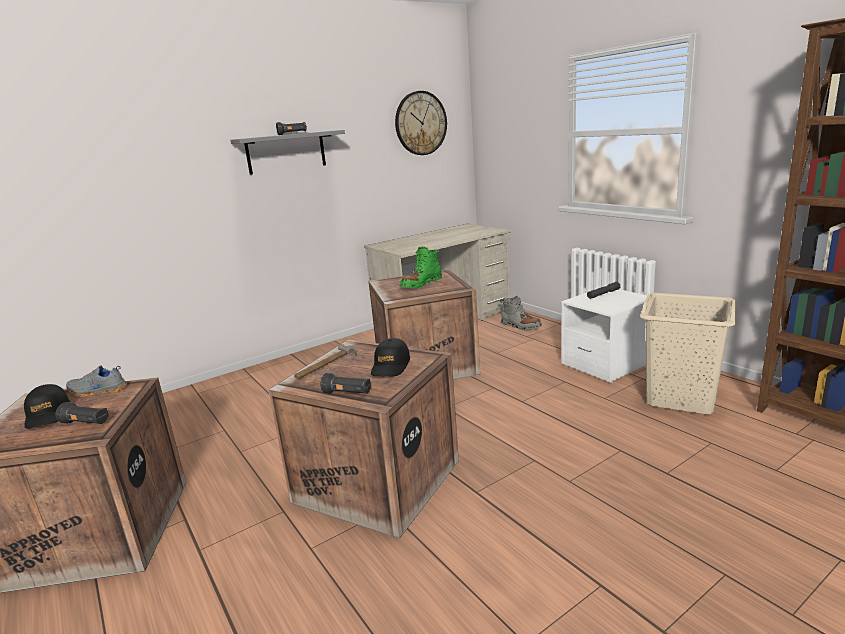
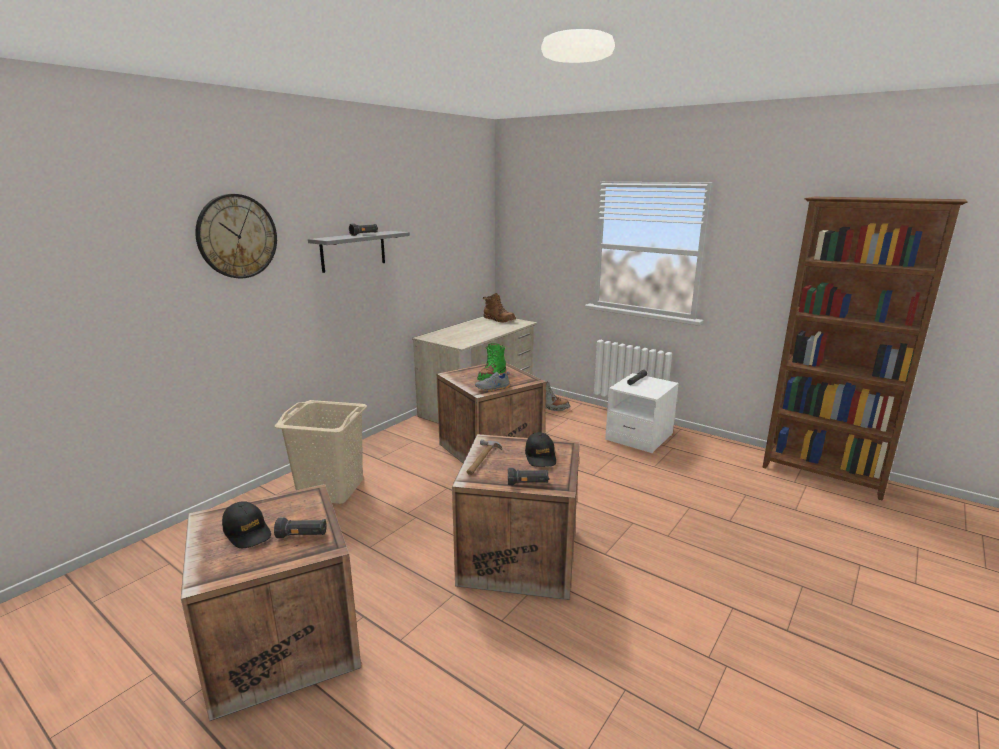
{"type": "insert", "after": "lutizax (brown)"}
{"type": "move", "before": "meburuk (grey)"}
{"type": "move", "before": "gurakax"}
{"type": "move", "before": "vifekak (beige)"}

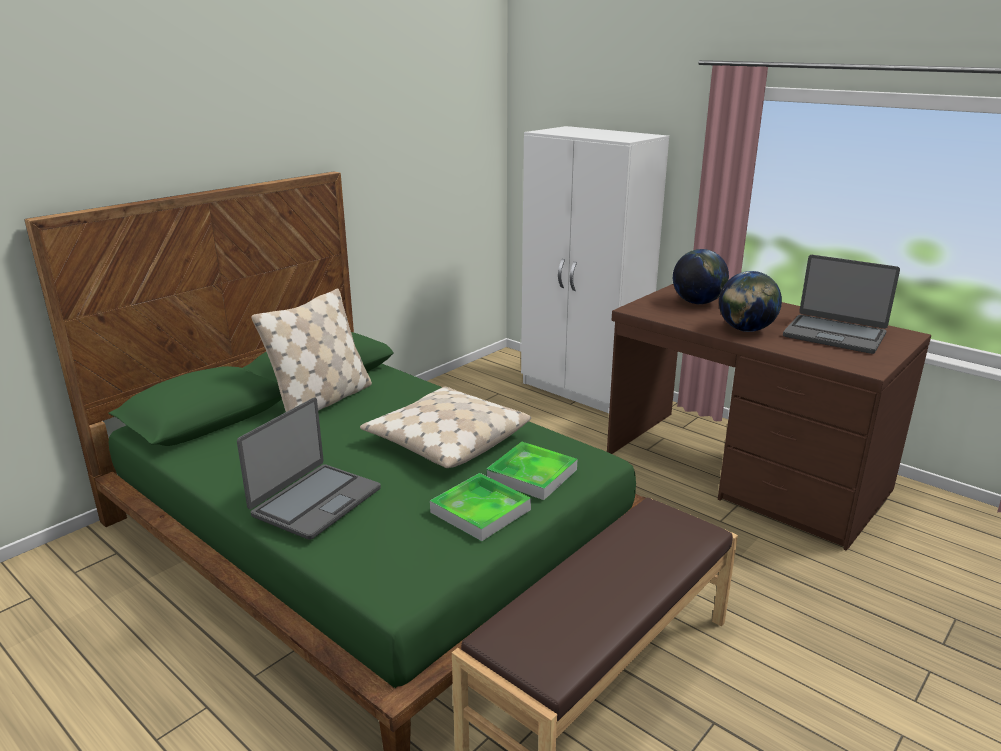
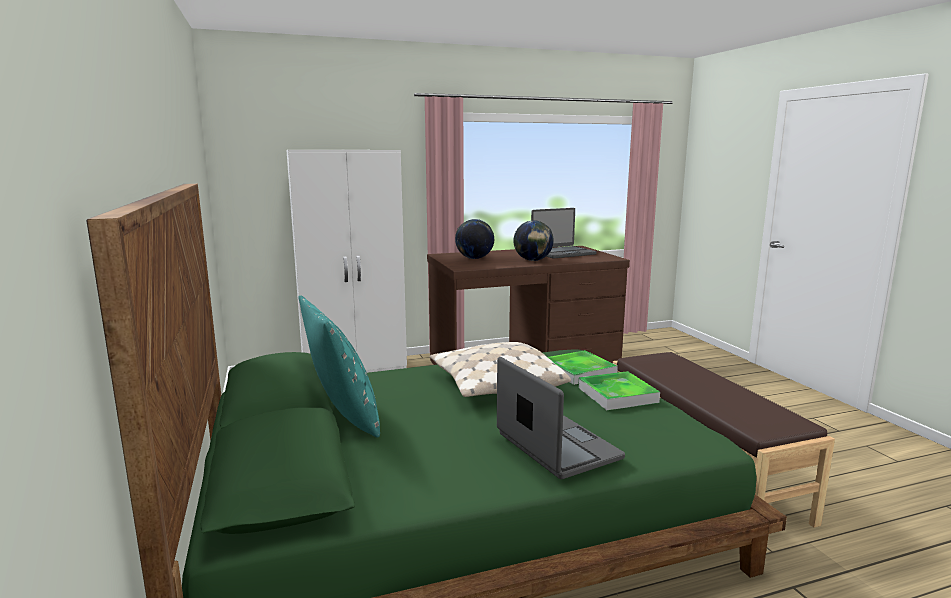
{"type": "recolor", "before": "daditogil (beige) (1st from left)", "after": "daditogil (turquoise)"}

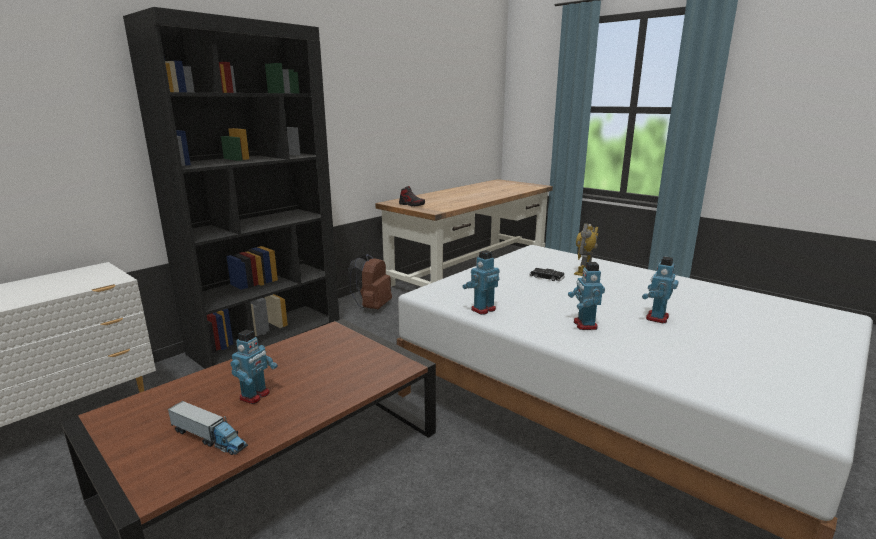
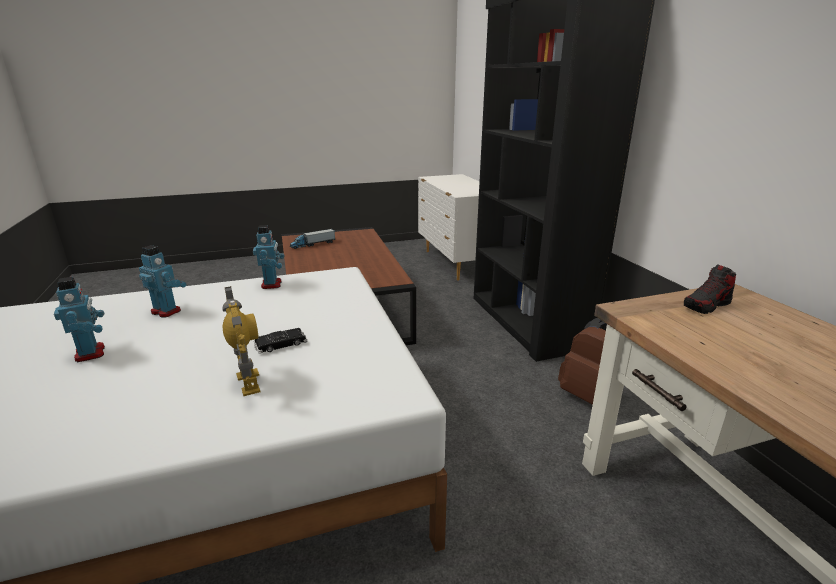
{"type": "delete", "before": "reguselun (1st from left)"}

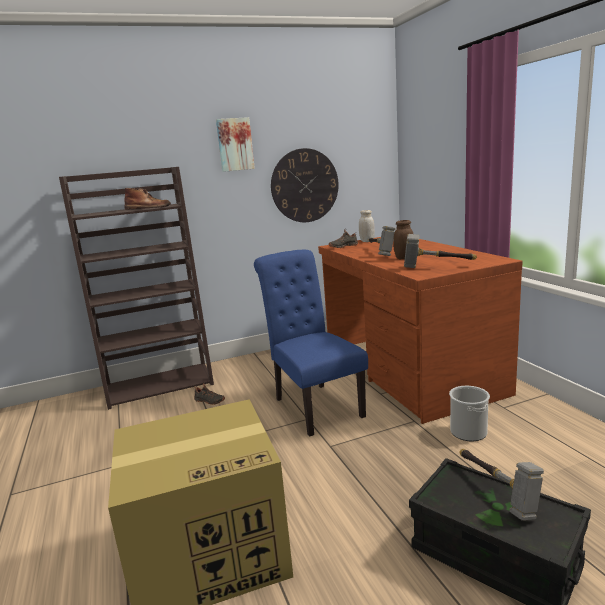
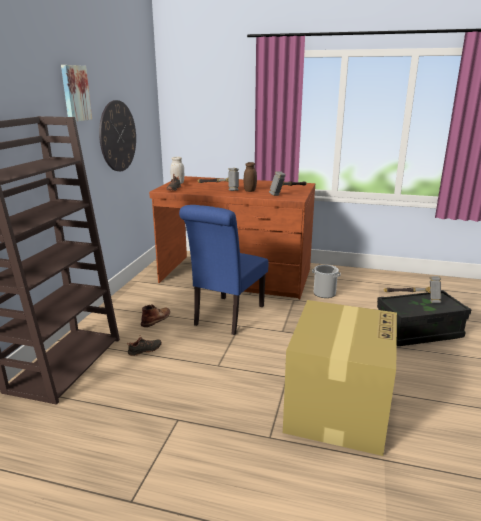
{"type": "move", "before": "lutizax (brown)"}
{"type": "rotate", "before": "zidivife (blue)", "turn": -75}

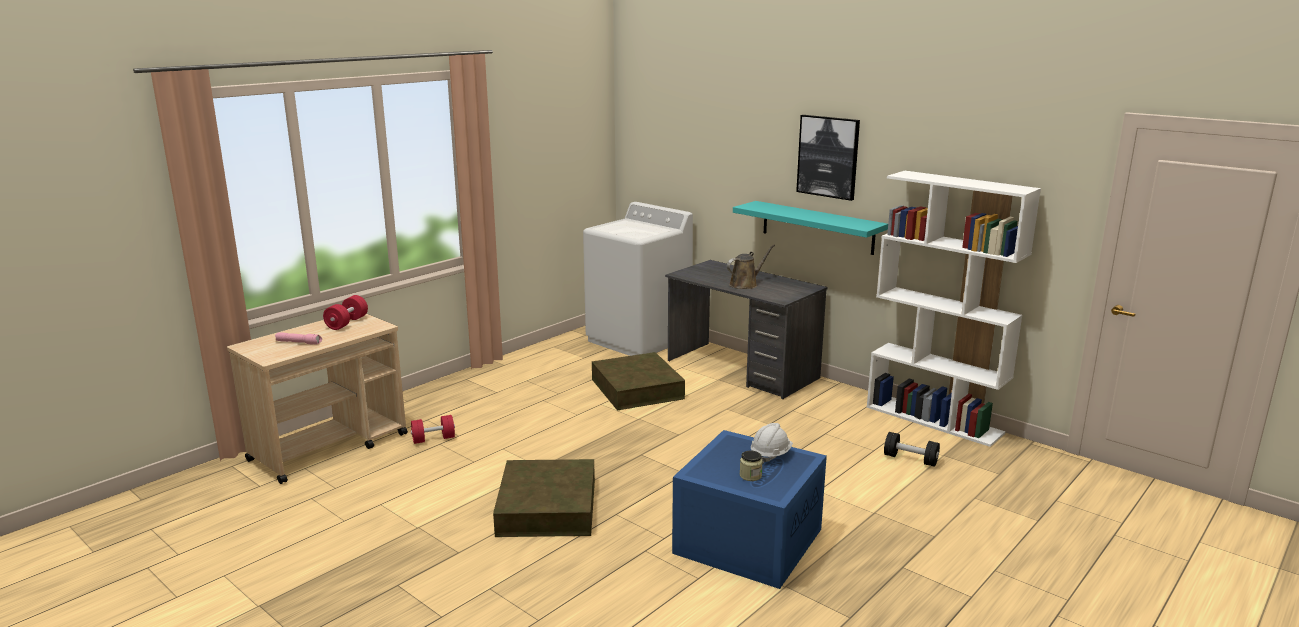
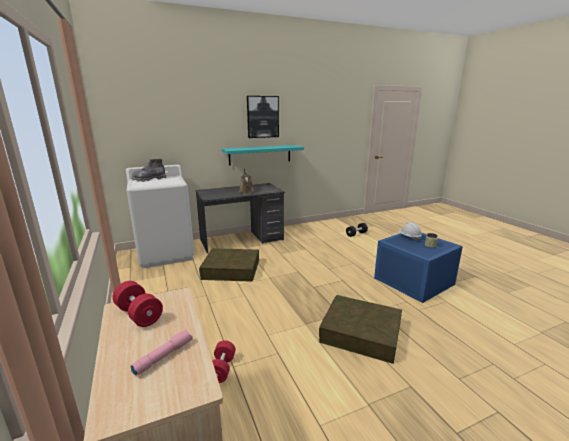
{"type": "delete", "before": "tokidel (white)"}
{"type": "insert", "after": "lutizax (grey)"}

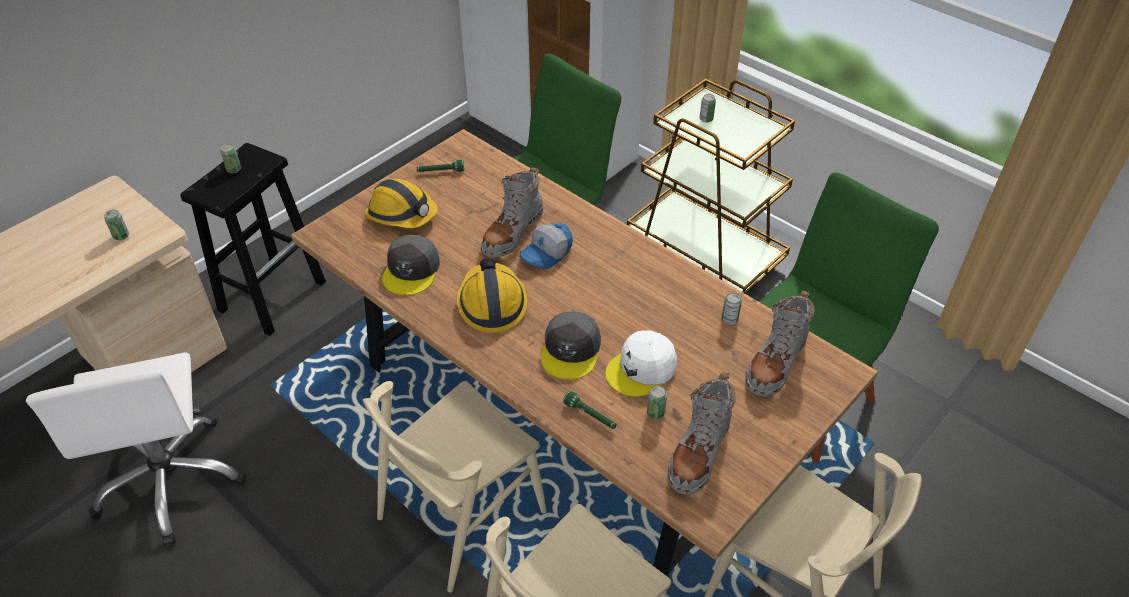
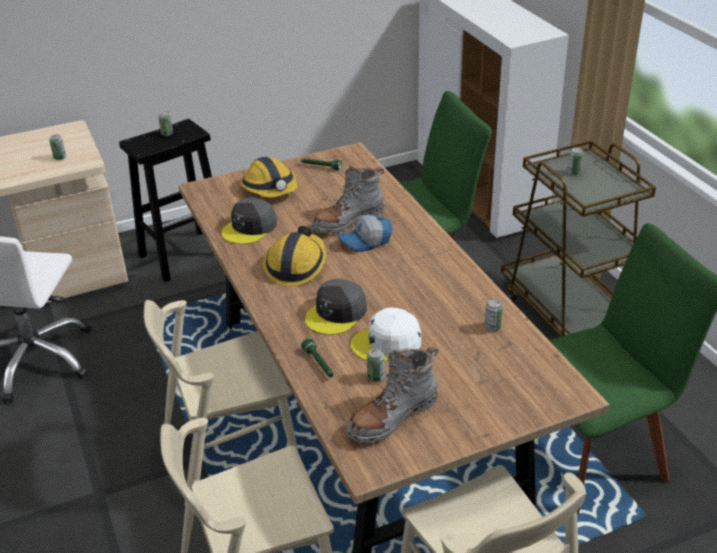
{"type": "delete", "before": "lutizax (grey) (3rd from left)"}

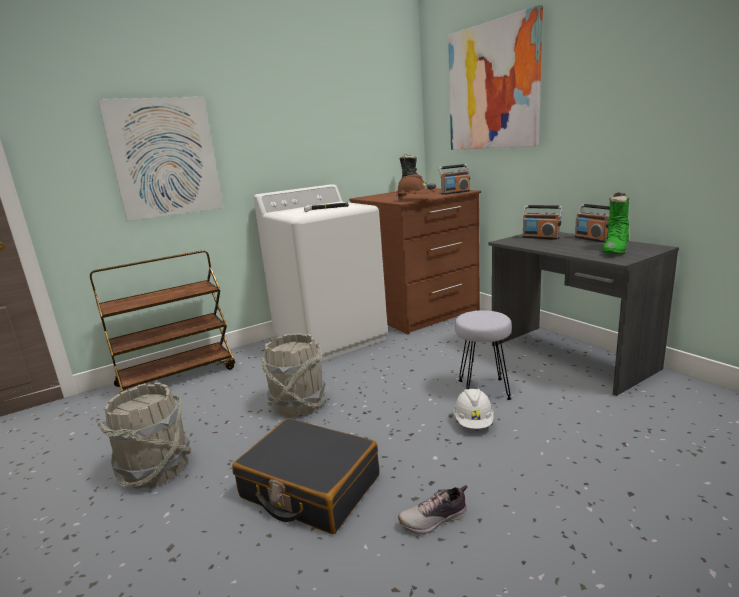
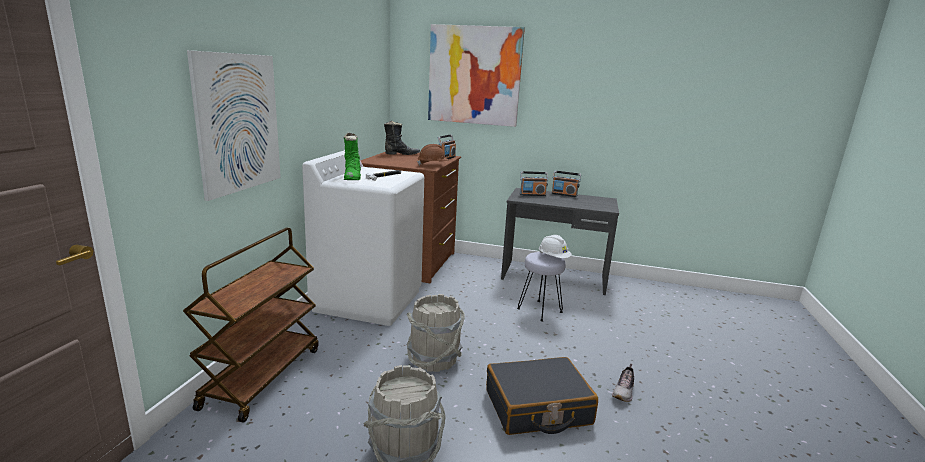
{"type": "move", "before": "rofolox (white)"}
{"type": "move", "before": "lutizax (green)"}

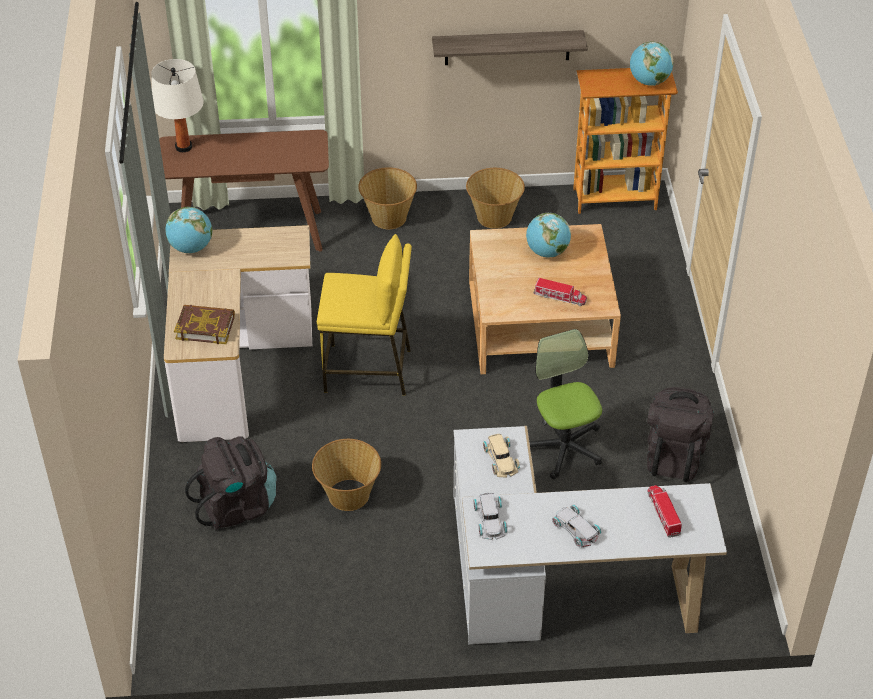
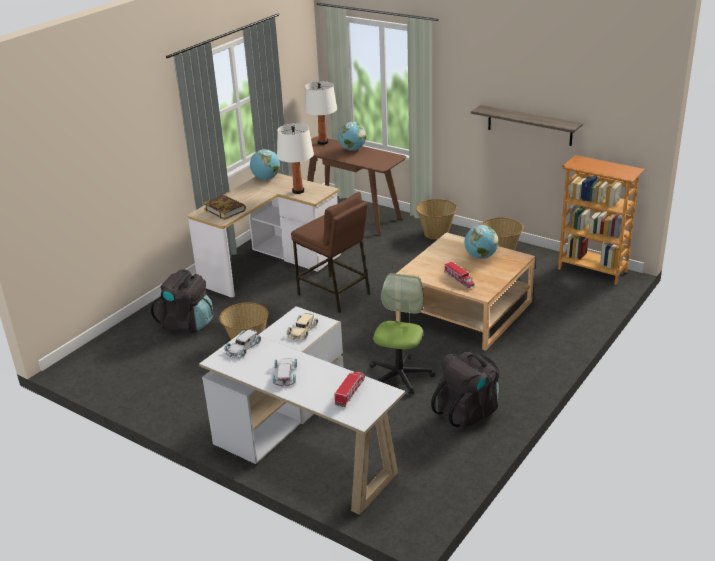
{"type": "insert", "after": "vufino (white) (1st from left)"}
{"type": "move", "before": "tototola (3rd from left in the first image)", "after": "tototola (2nd from left)"}
{"type": "recolor", "before": "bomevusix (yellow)", "after": "bomevusix (brown)"}

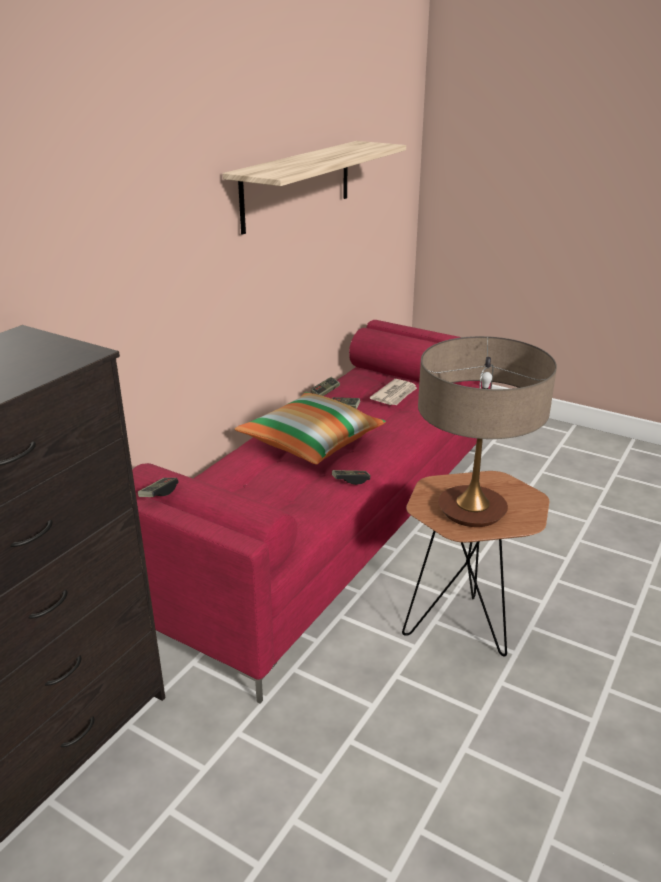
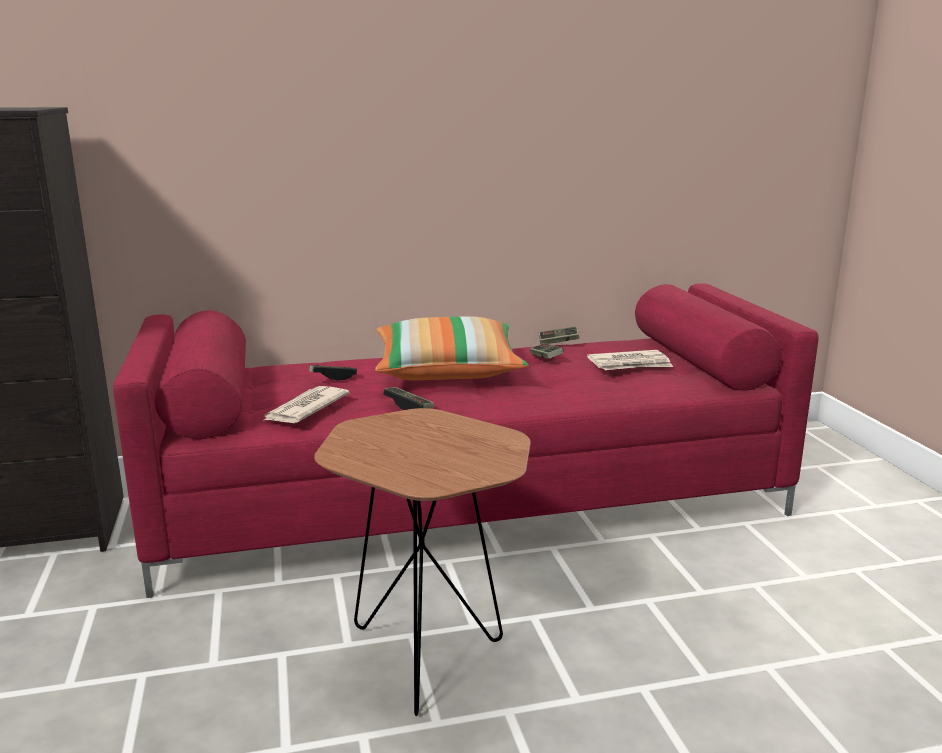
{"type": "delete", "before": "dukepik"}
{"type": "delete", "before": "vufino"}
{"type": "insert", "after": "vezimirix (1st from left)"}
{"type": "move", "before": "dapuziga (1st from left)"}

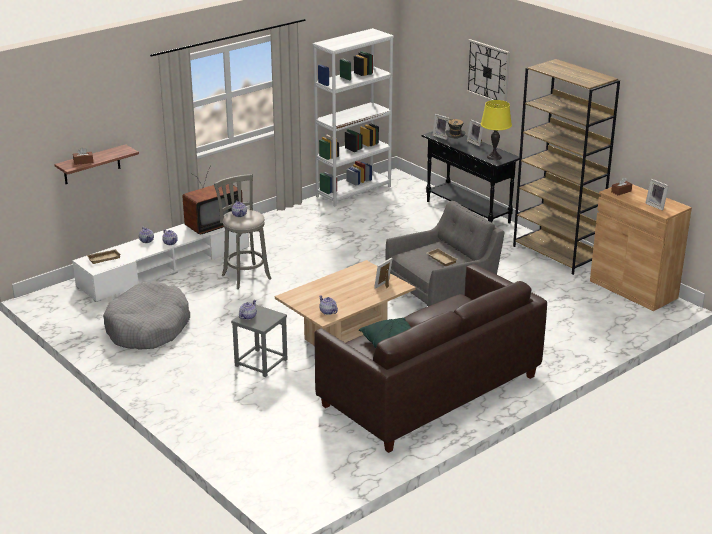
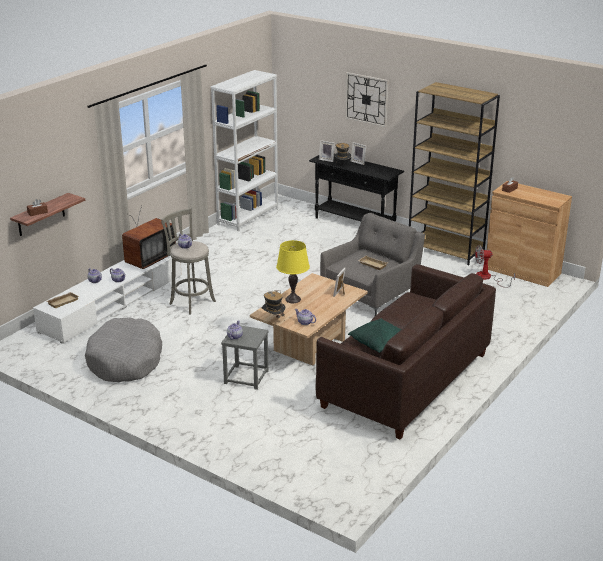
{"type": "delete", "before": "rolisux (4th from left)"}
{"type": "insert", "after": "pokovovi (1st from left)"}
{"type": "insert", "after": "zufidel"}
{"type": "move", "before": "vufino (yellow)"}

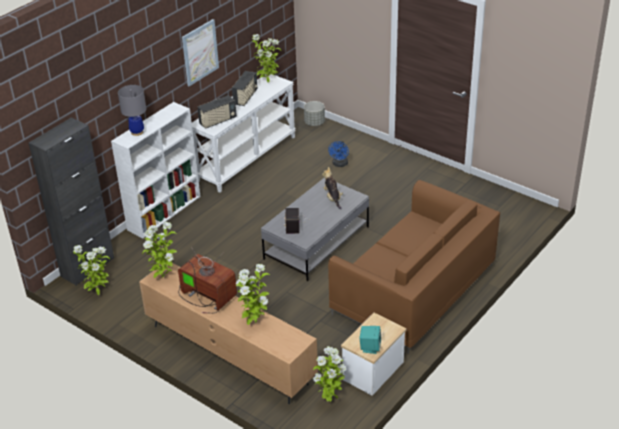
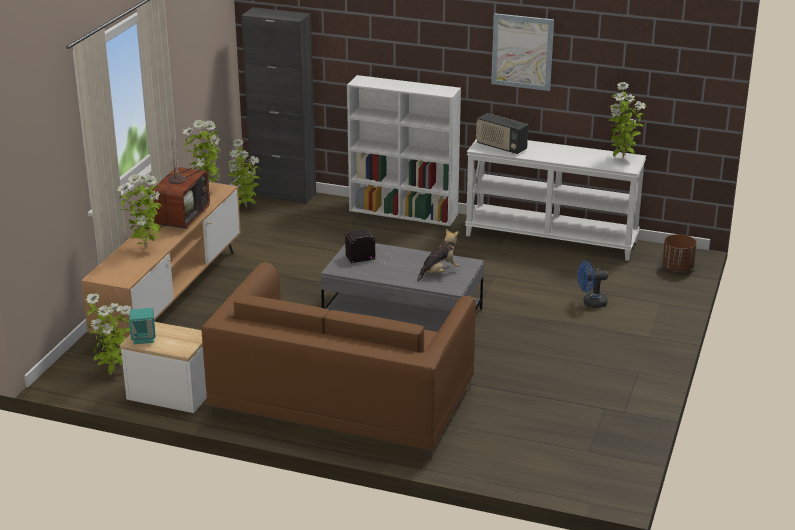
{"type": "delete", "before": "vufino (grey)"}
{"type": "delete", "before": "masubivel (2nd from left)"}
{"type": "recolor", "before": "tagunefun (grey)", "after": "tagunefun (brown)"}

